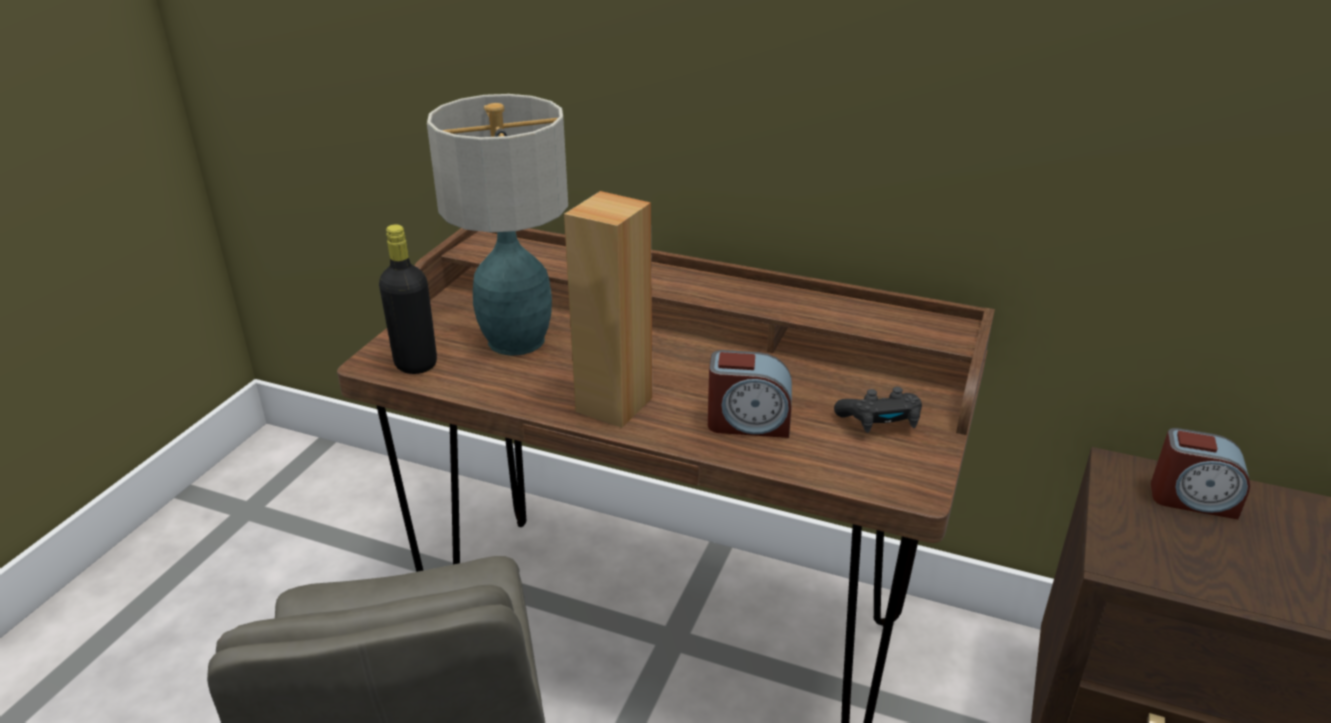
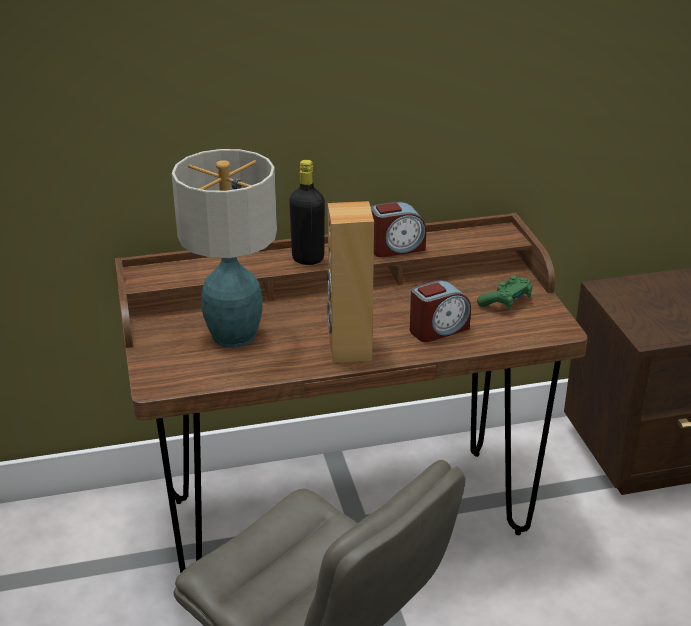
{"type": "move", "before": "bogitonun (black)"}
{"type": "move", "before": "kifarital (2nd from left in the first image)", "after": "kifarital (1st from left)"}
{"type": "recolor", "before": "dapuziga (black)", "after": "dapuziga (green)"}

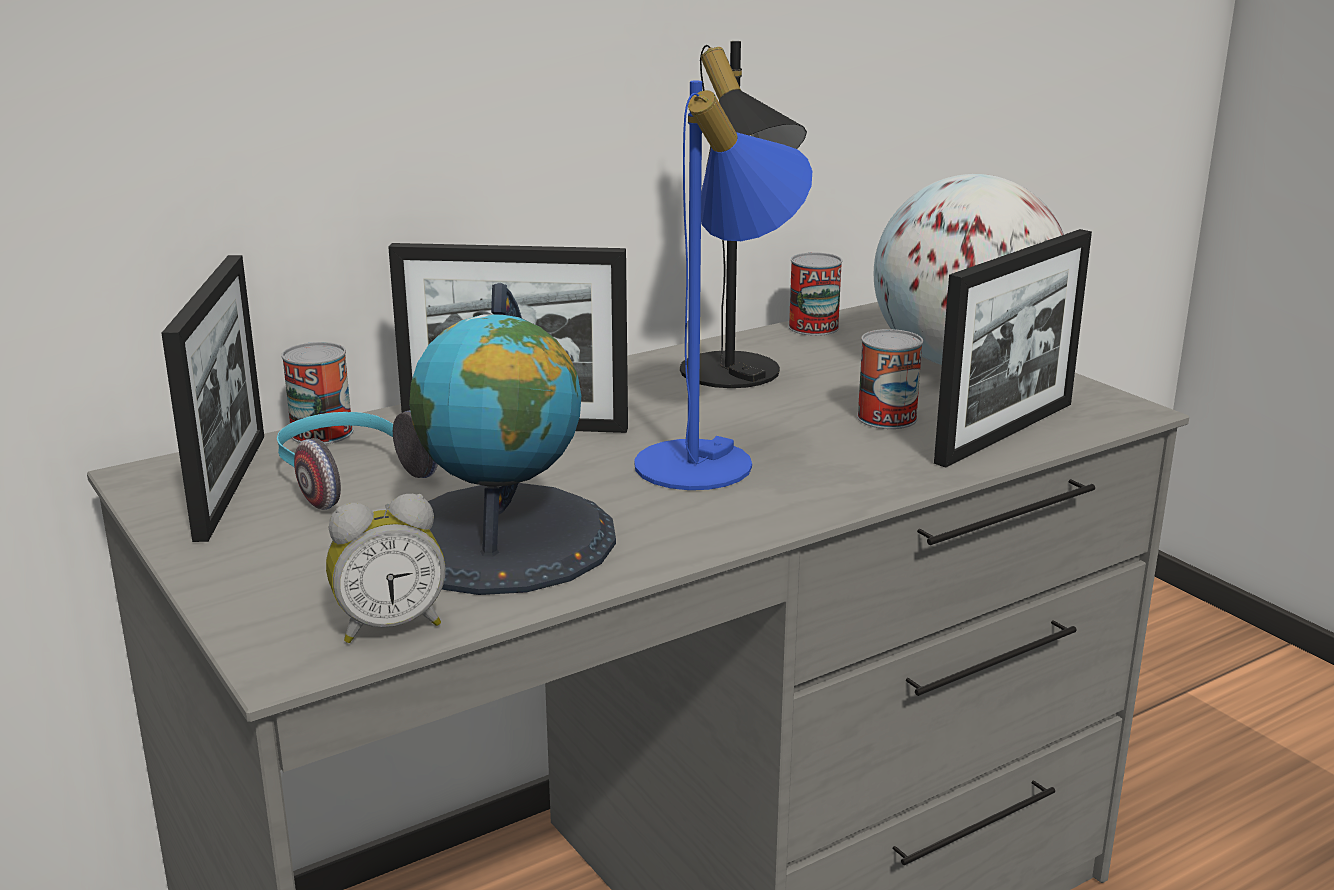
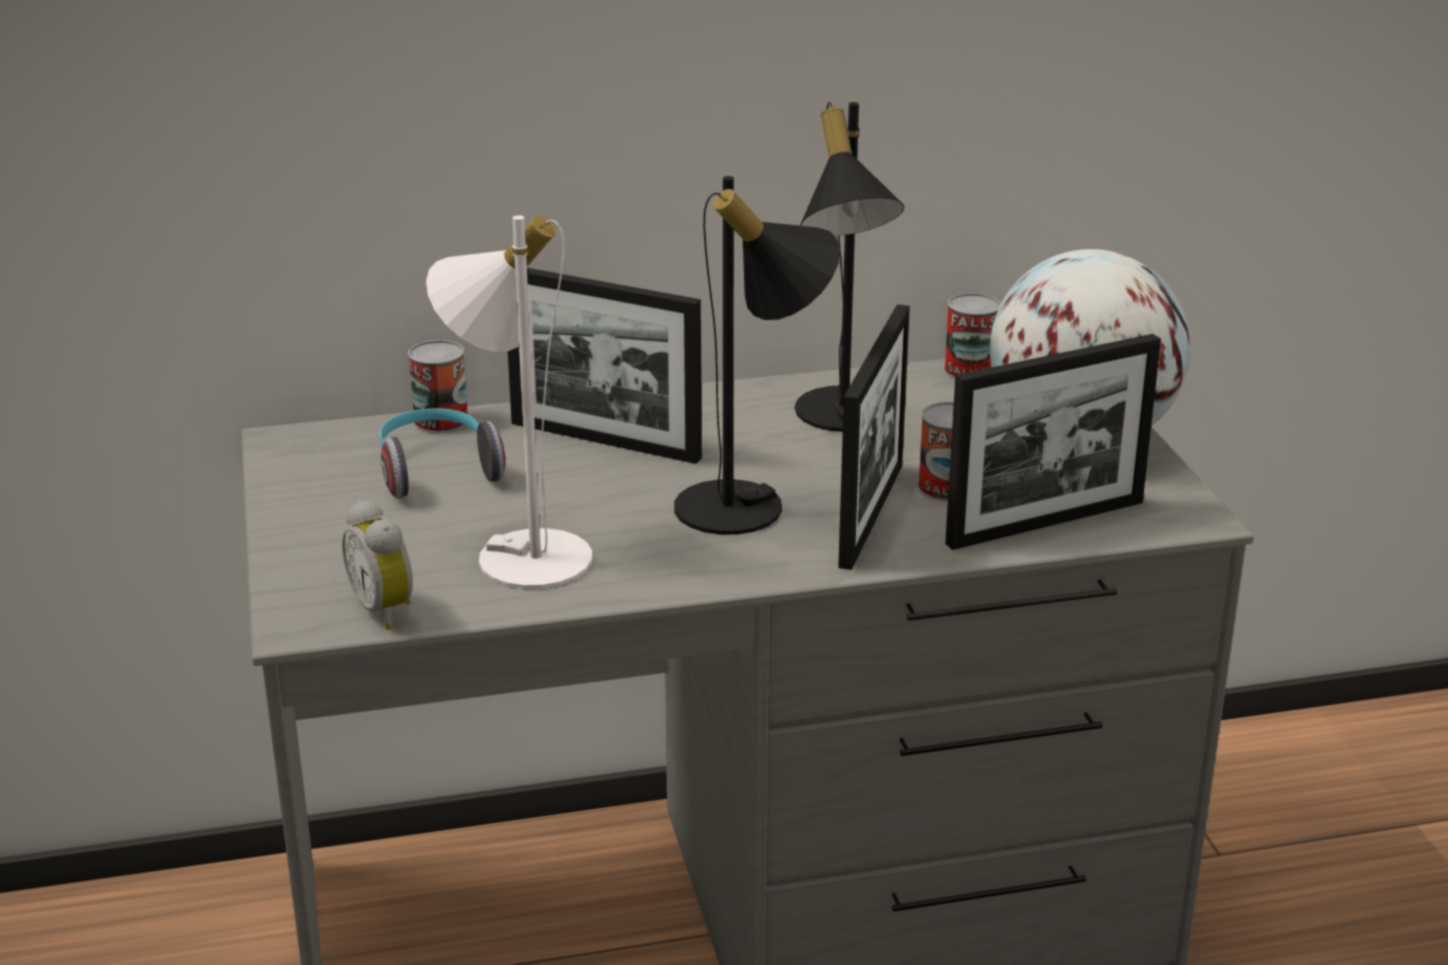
{"type": "move", "before": "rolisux (1st from left in the first image)", "after": "rolisux (2nd from left)"}
{"type": "replace", "before": "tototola (1st from left)", "after": "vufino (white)"}
{"type": "recolor", "before": "vufino (blue)", "after": "vufino (black) (1st from left)"}
{"type": "rotate", "before": "kifarital", "turn": 60}

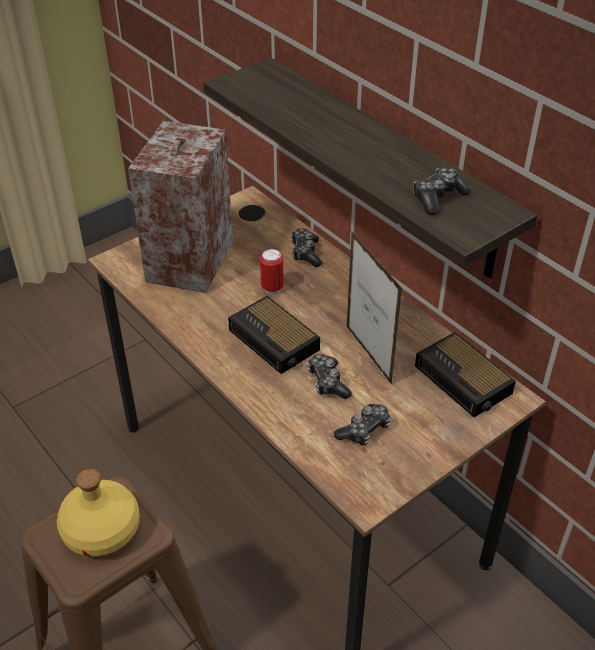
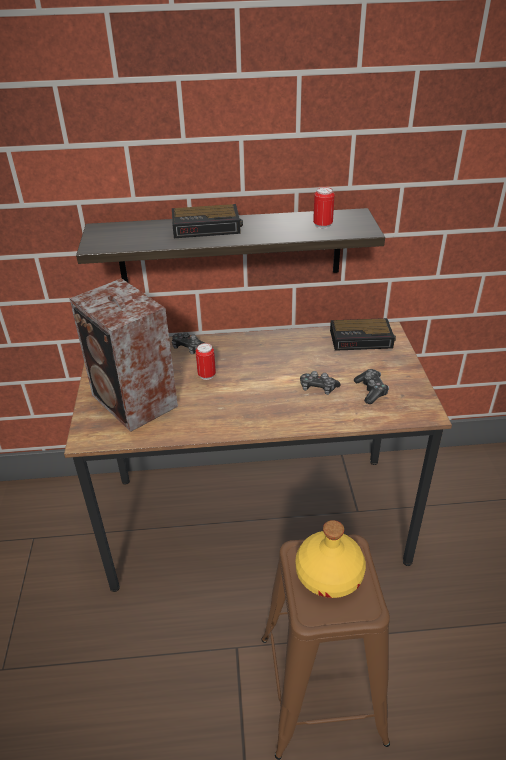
{"type": "delete", "before": "rolisux"}
{"type": "move", "before": "kifarital (1st from left)"}
{"type": "replace", "before": "dapuziga (4th from left)", "after": "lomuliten (2nd from left)"}

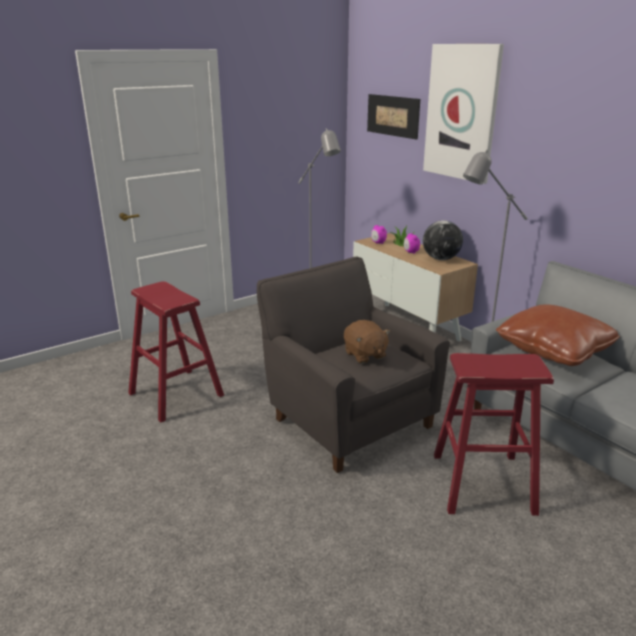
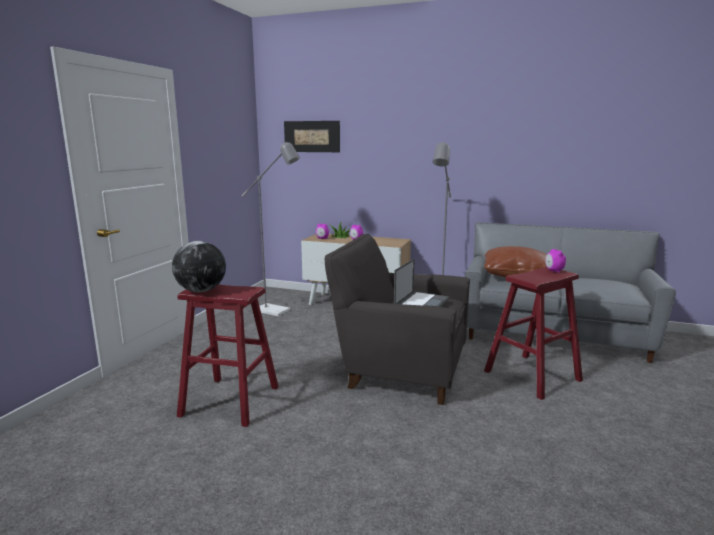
{"type": "delete", "before": "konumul (2nd from left)"}
{"type": "insert", "after": "kifarital (3rd from left)"}
{"type": "move", "before": "tototola"}
{"type": "replace", "before": "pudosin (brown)", "after": "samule"}

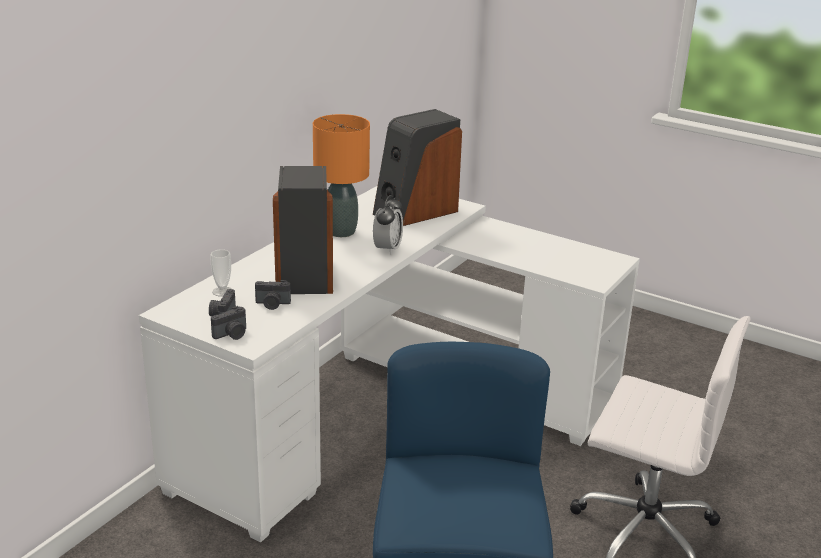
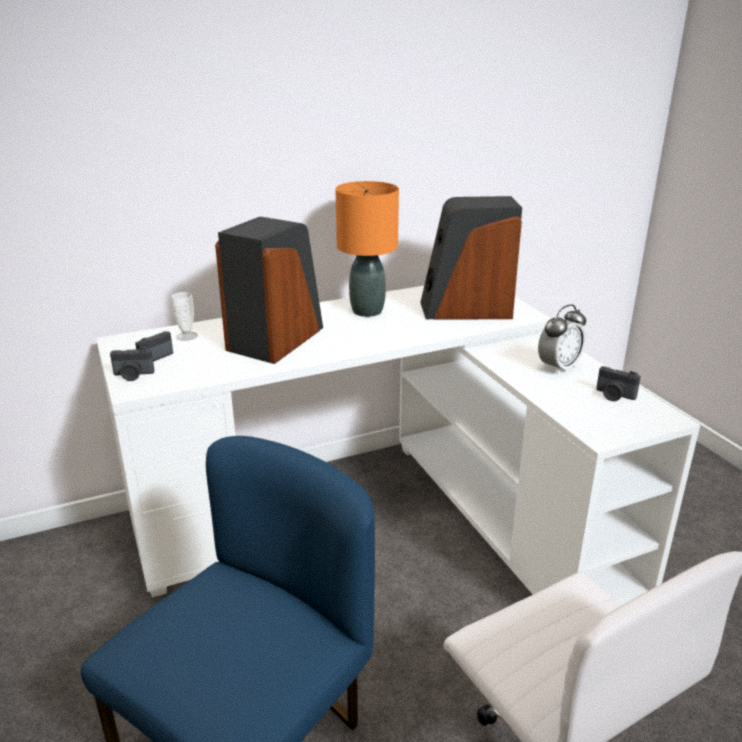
{"type": "move", "before": "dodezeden (3rd from left)"}
{"type": "move", "before": "kifarital"}

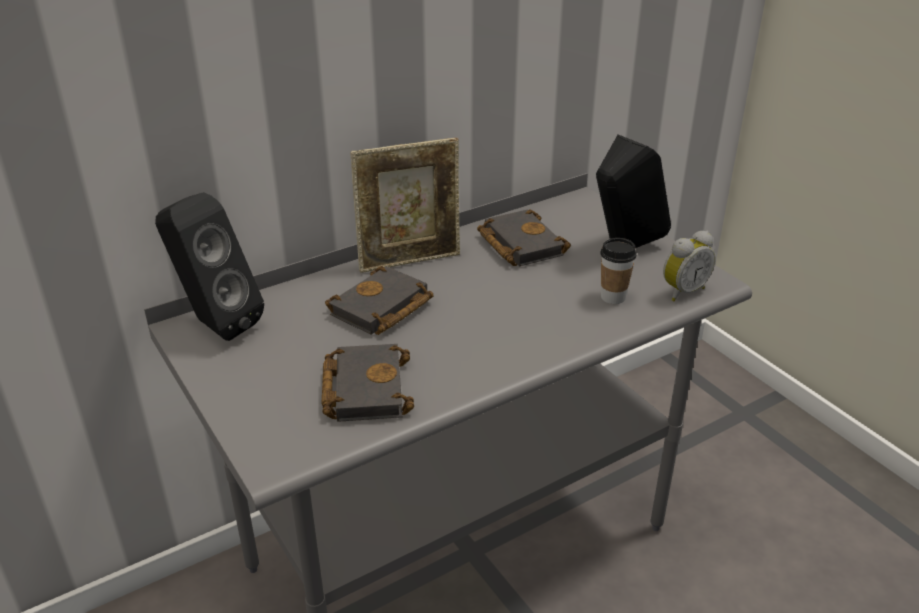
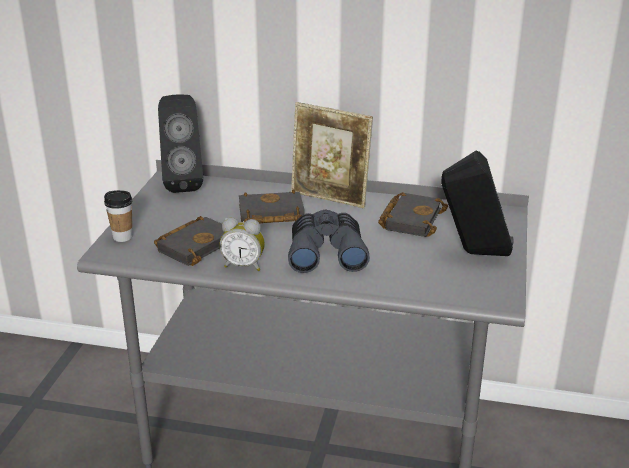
{"type": "insert", "after": "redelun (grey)"}
{"type": "move", "before": "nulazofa"}
{"type": "move", "before": "kifarital"}

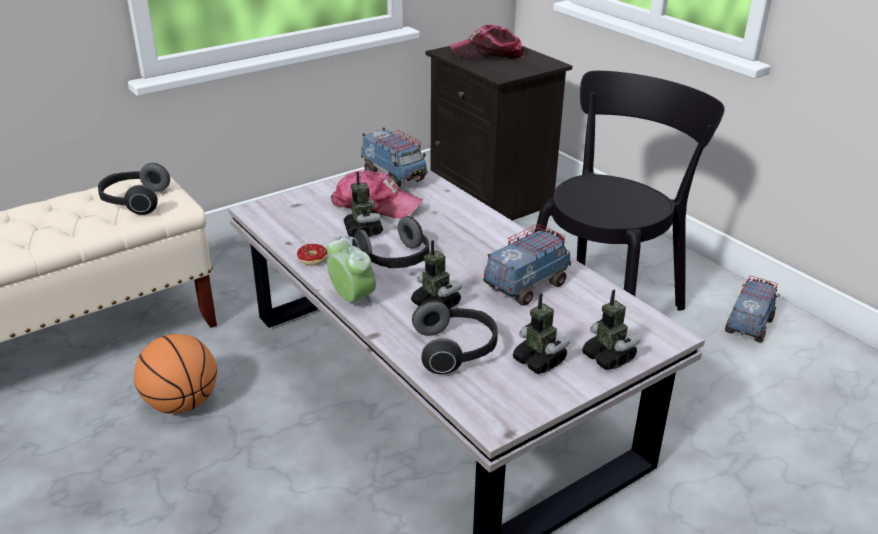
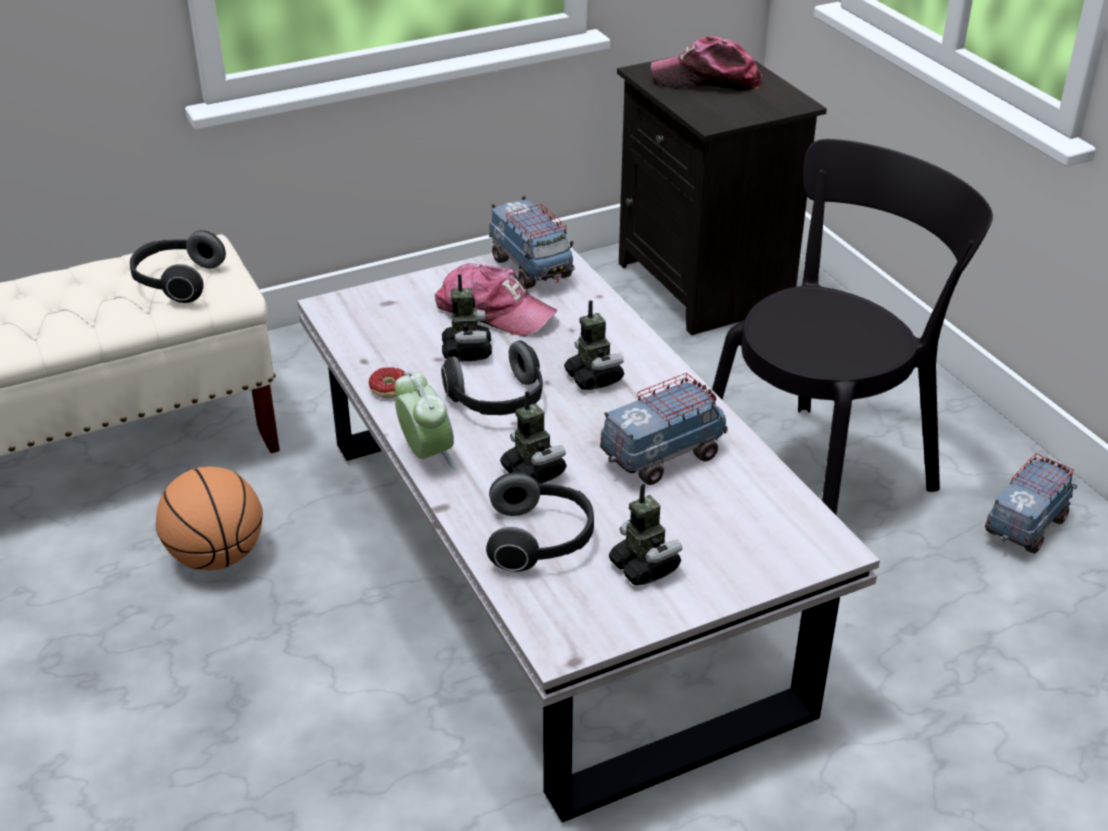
{"type": "move", "before": "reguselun (4th from left in the first image)", "after": "reguselun (3rd from left)"}

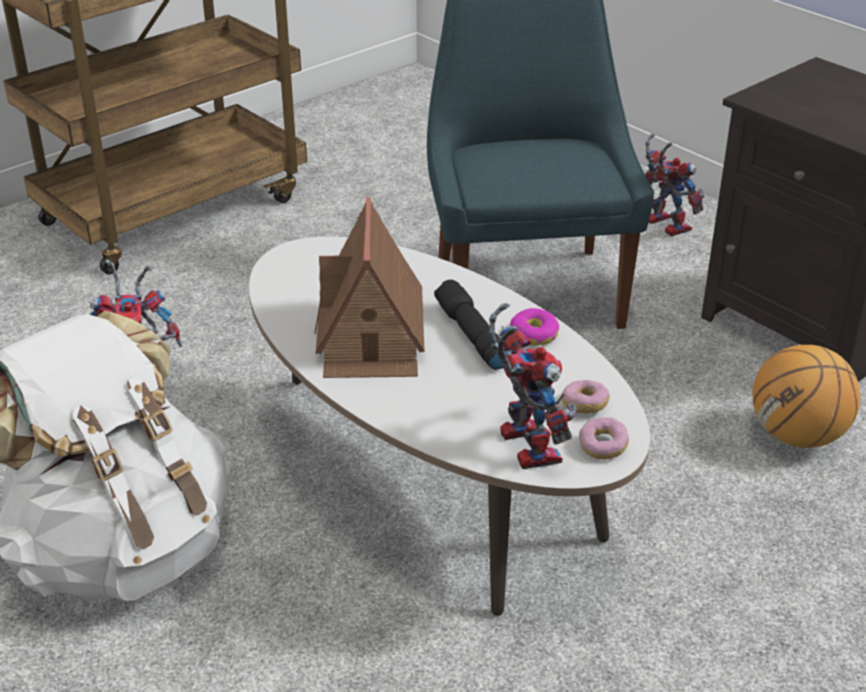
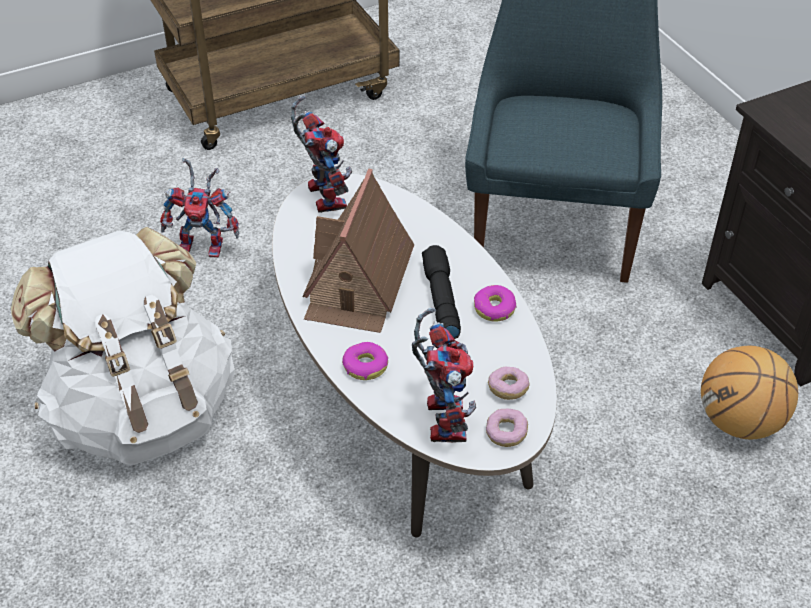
{"type": "insert", "after": "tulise (1st from left)"}
{"type": "move", "before": "reguselun (3rd from left in the first image)", "after": "reguselun (2nd from left)"}

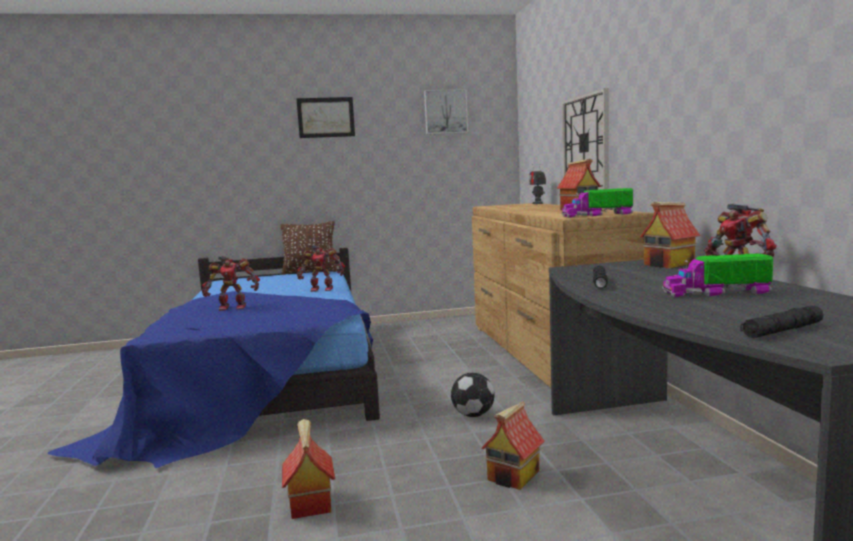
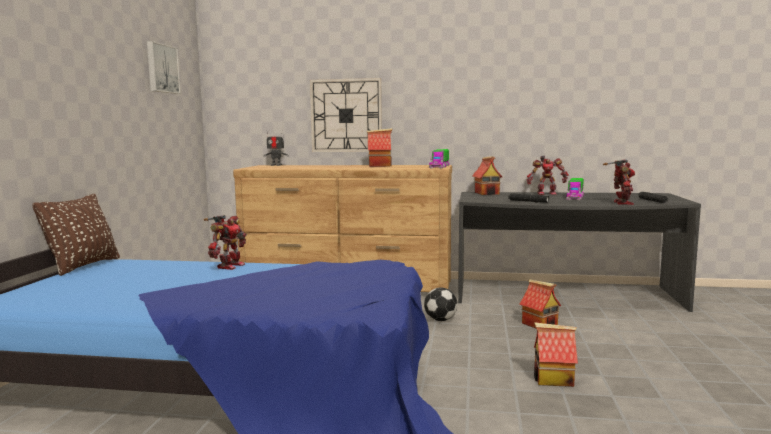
{"type": "delete", "before": "konumul (1st from left)"}
{"type": "move", "before": "reguselun (1st from left in the first image)", "after": "reguselun (4th from left)"}

